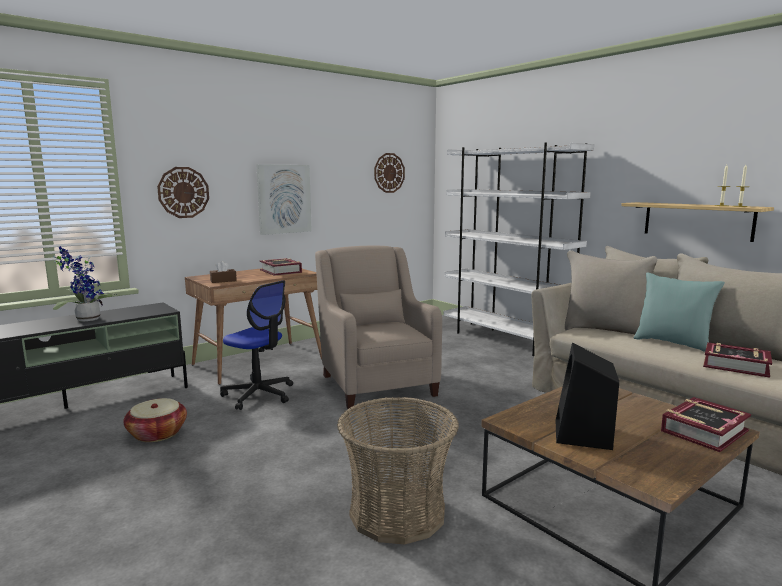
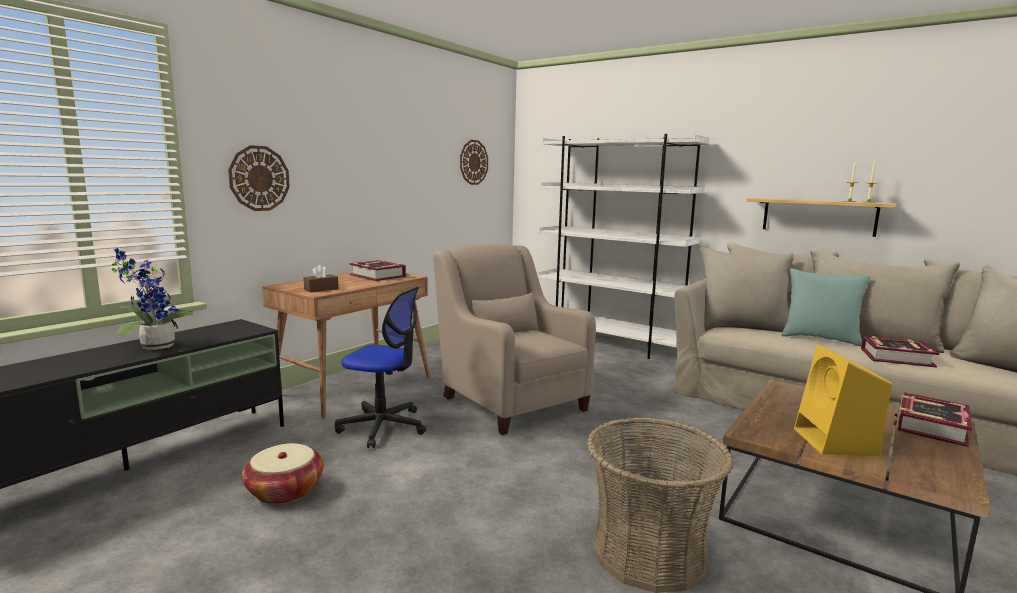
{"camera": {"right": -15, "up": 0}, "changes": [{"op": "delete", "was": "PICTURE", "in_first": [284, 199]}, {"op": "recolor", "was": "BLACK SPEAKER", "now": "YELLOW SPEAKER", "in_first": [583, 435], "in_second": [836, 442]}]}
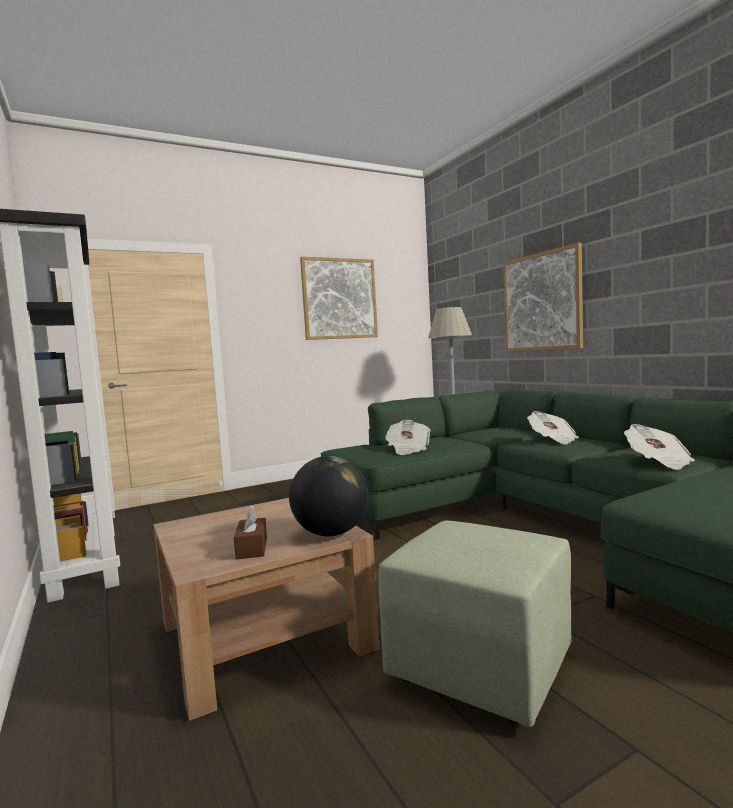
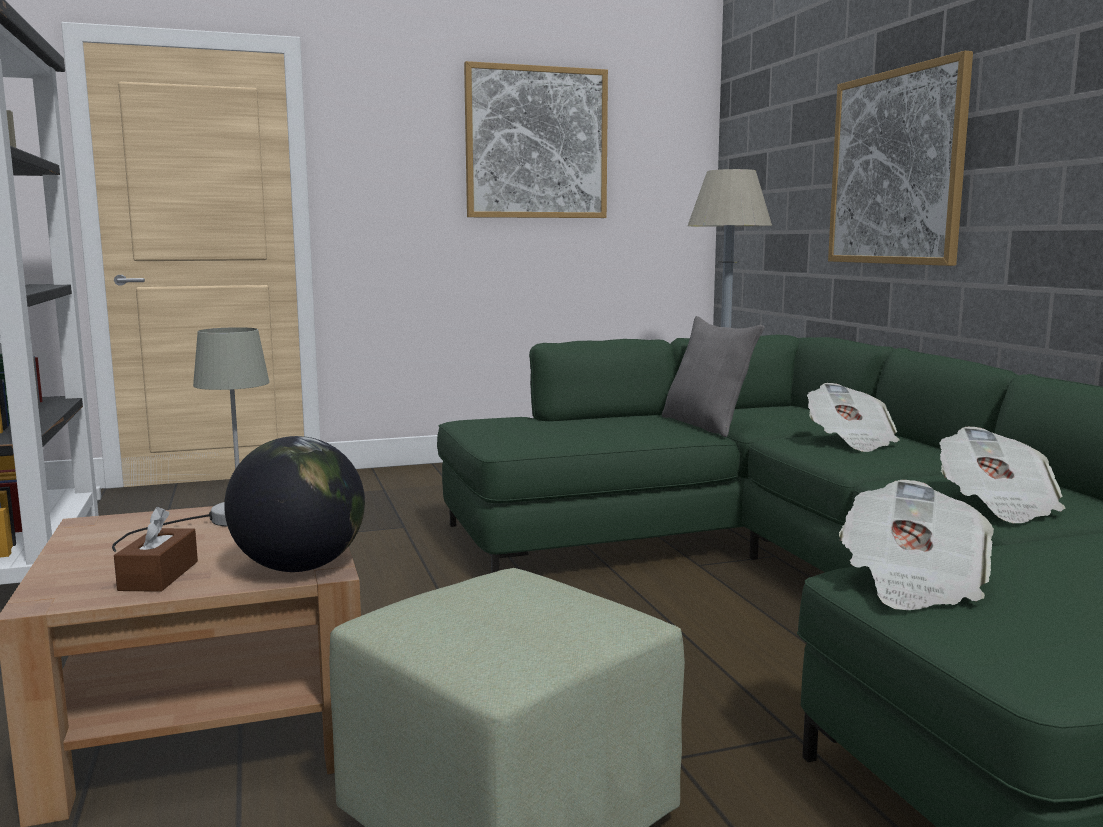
{"camera": {"right": 10, "up": 5}, "changes": [{"op": "move", "was": "NEWSPAPER", "in_first": [408, 450], "in_second": [912, 583]}, {"op": "insert", "now": "GREY PILLOW", "in_second": [707, 425]}, {"op": "insert", "now": "GREY TABLE LAMP", "in_second": [222, 521]}]}
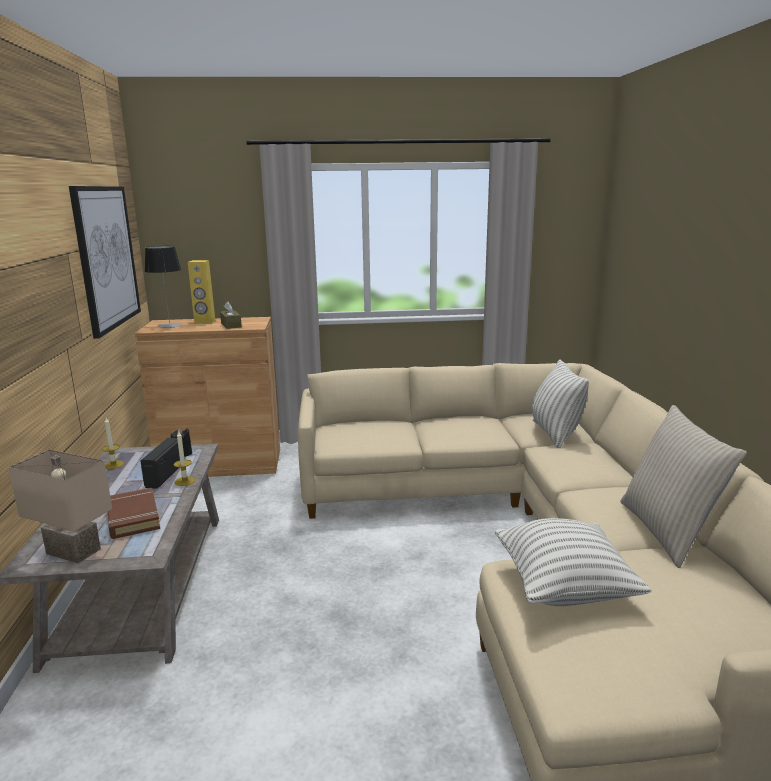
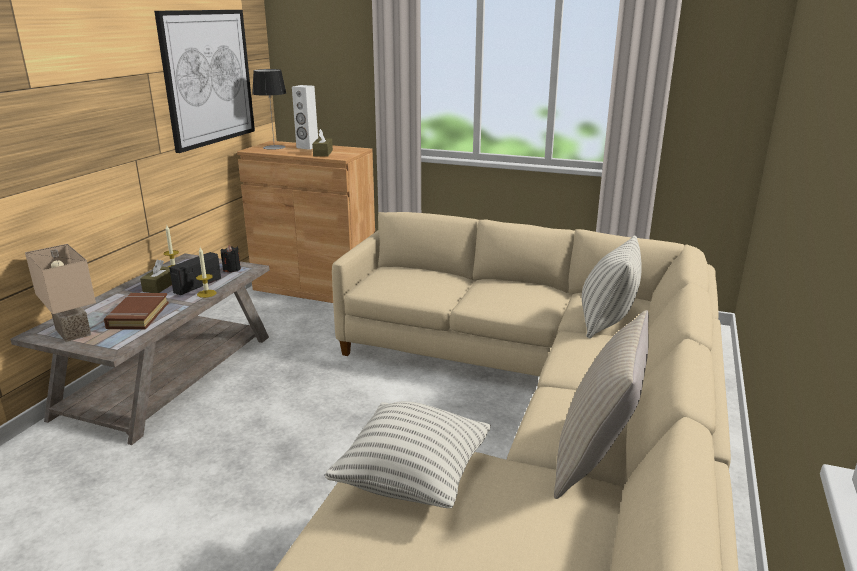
{"camera": {"right": 25, "up": 5}, "changes": [{"op": "recolor", "was": "YELLOW SPEAKER", "now": "WHITE SPEAKER", "in_first": [204, 322], "in_second": [307, 147]}, {"op": "insert", "now": "BROWN TISSUE BOX", "in_second": [160, 286]}]}
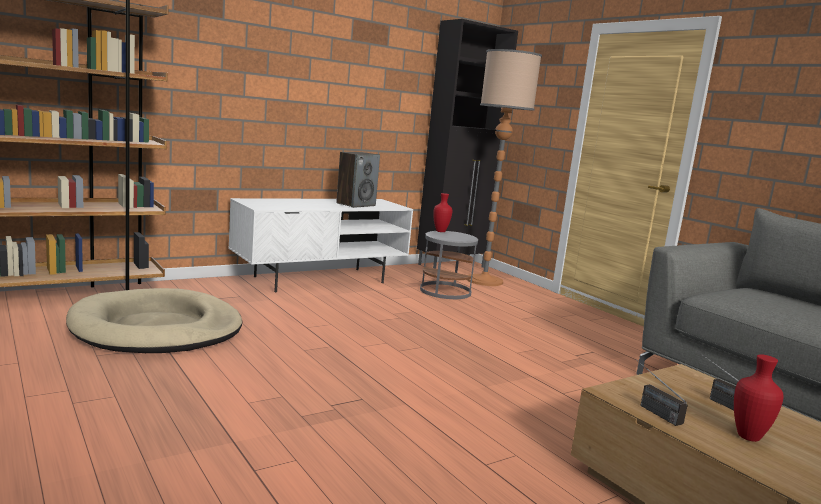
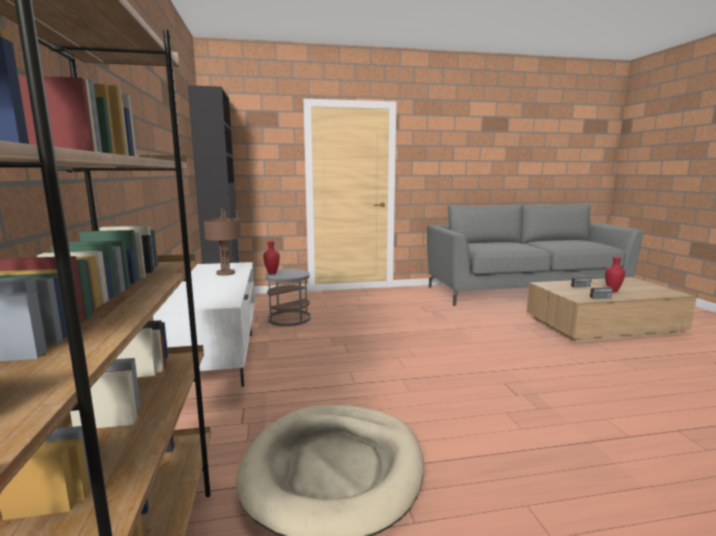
{"camera": {"right": -65, "up": 0}, "changes": [{"op": "delete", "was": "FLOOR LAMP", "in_first": [484, 280]}, {"op": "replace", "was": "SPEAKER", "now": "BROWN TABLE LAMP", "in_first": [356, 204], "in_second": [225, 273]}]}
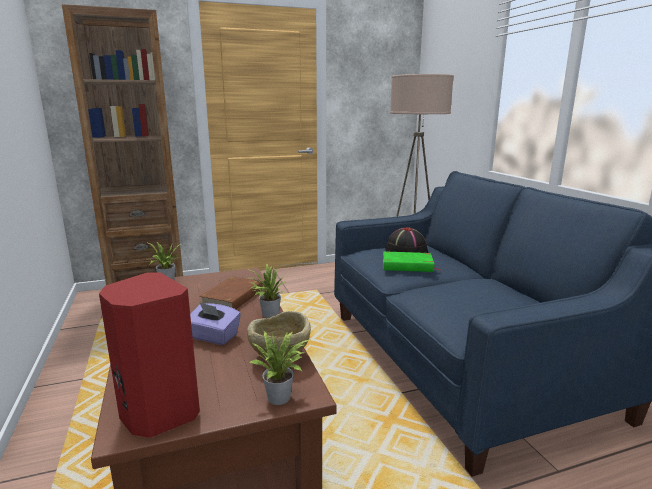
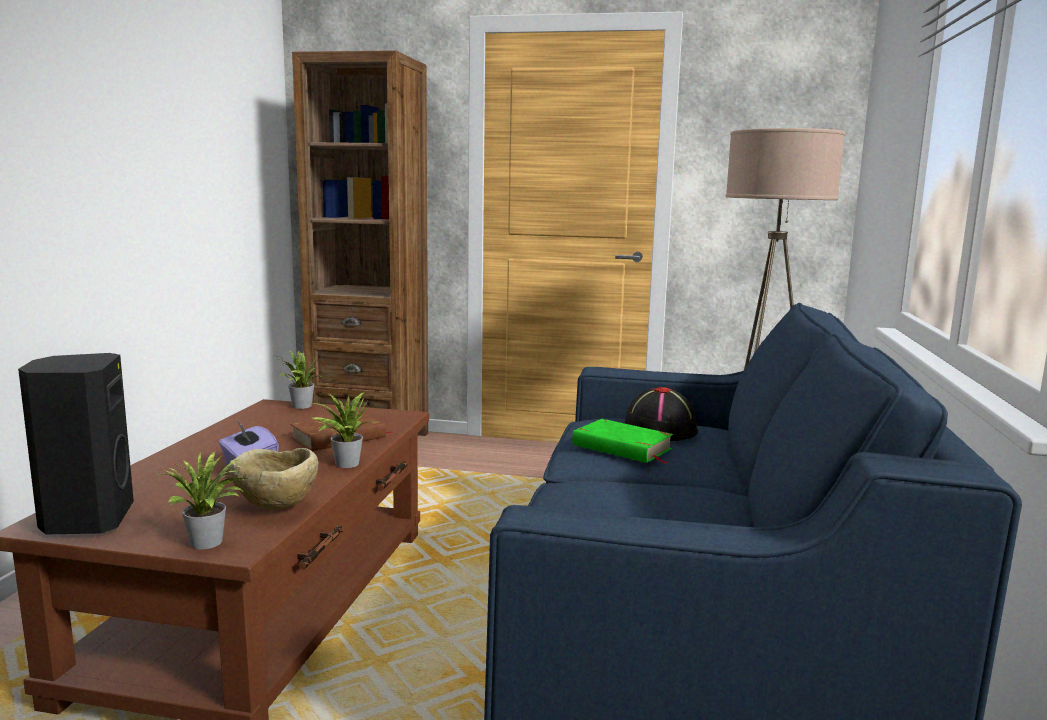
{"camera": {"right": 30, "up": -5}, "changes": [{"op": "recolor", "was": "RED SPEAKER", "now": "BLACK SPEAKER", "in_first": [157, 414], "in_second": [86, 520]}]}
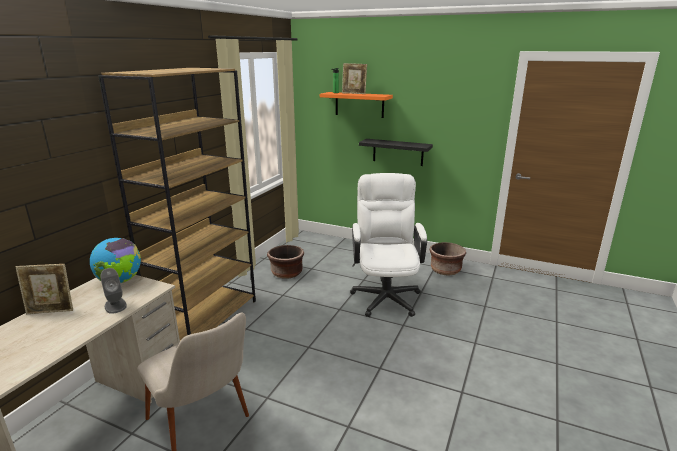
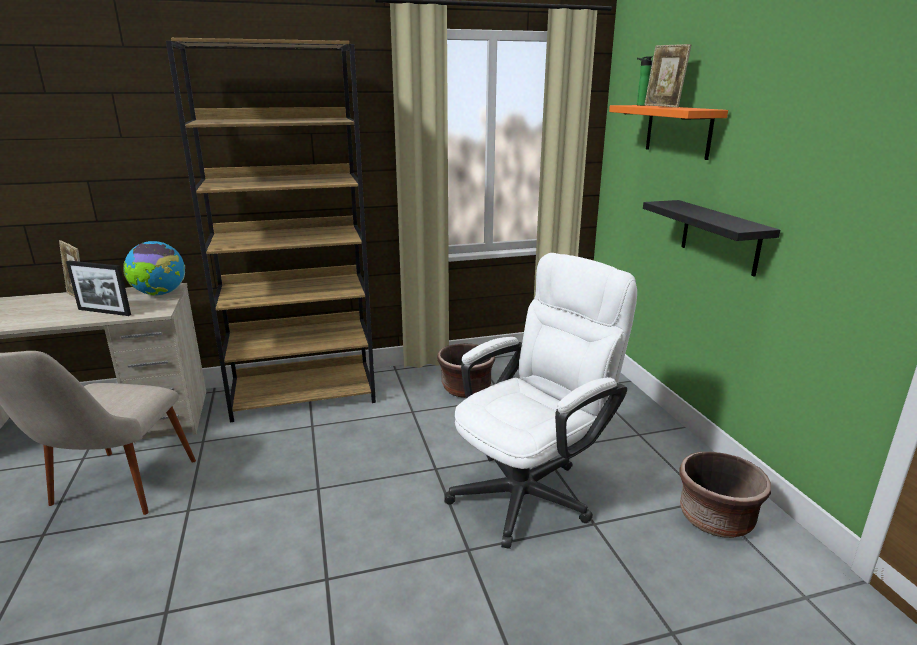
{"camera": {"right": 50, "up": 0}, "changes": [{"op": "replace", "was": "GREY SPEAKER", "now": "PICTURE FRAME", "in_first": [115, 305], "in_second": [104, 312]}]}
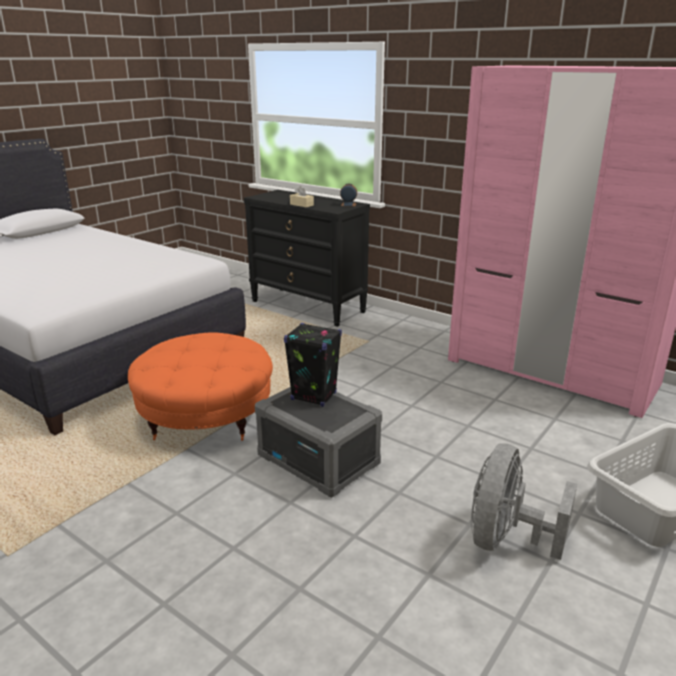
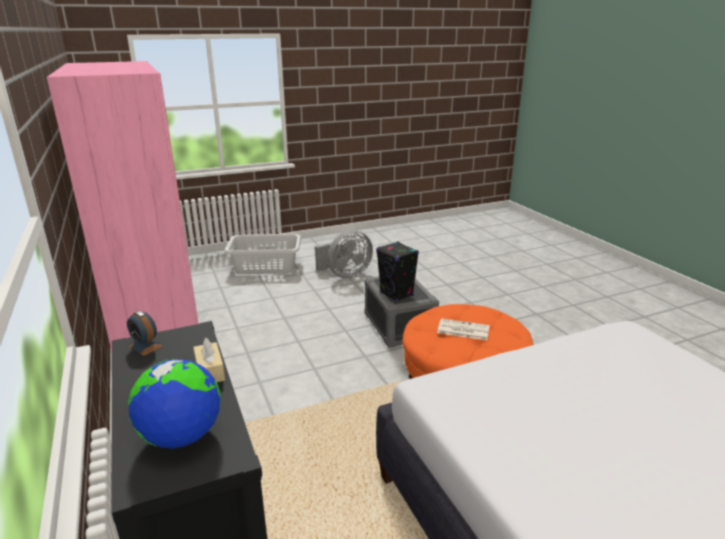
{"camera": {"right": -150, "up": 0}, "changes": [{"op": "insert", "now": "NEWSPAPER", "in_second": [462, 330]}, {"op": "insert", "now": "GLOBE", "in_second": [182, 436]}]}
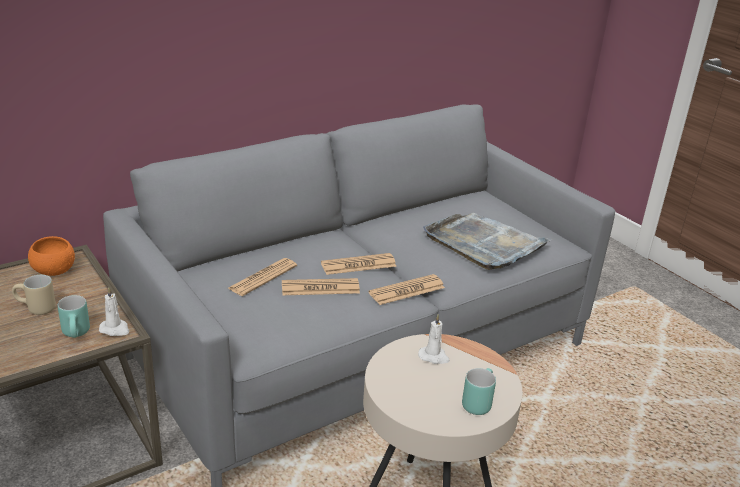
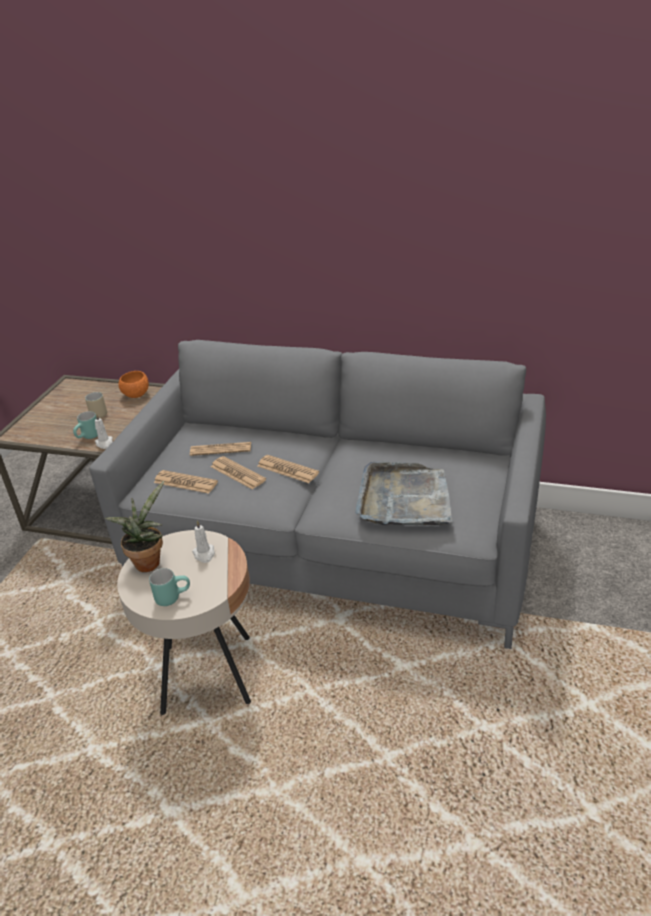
{"camera": {"right": 55, "up": 5}, "changes": [{"op": "move", "was": "NEWSPAPER", "in_first": [407, 290], "in_second": [185, 482]}, {"op": "insert", "now": "POTTED PLANT", "in_second": [148, 561]}]}
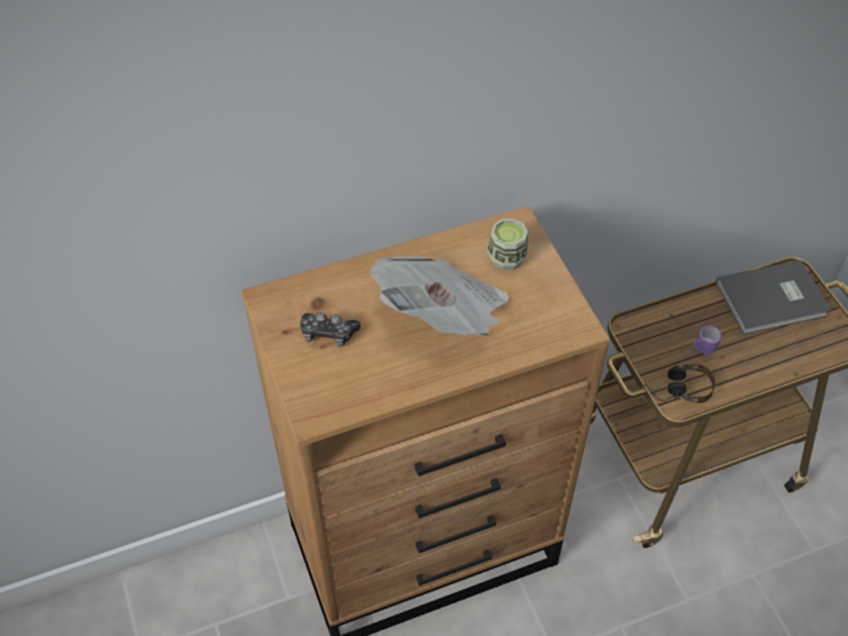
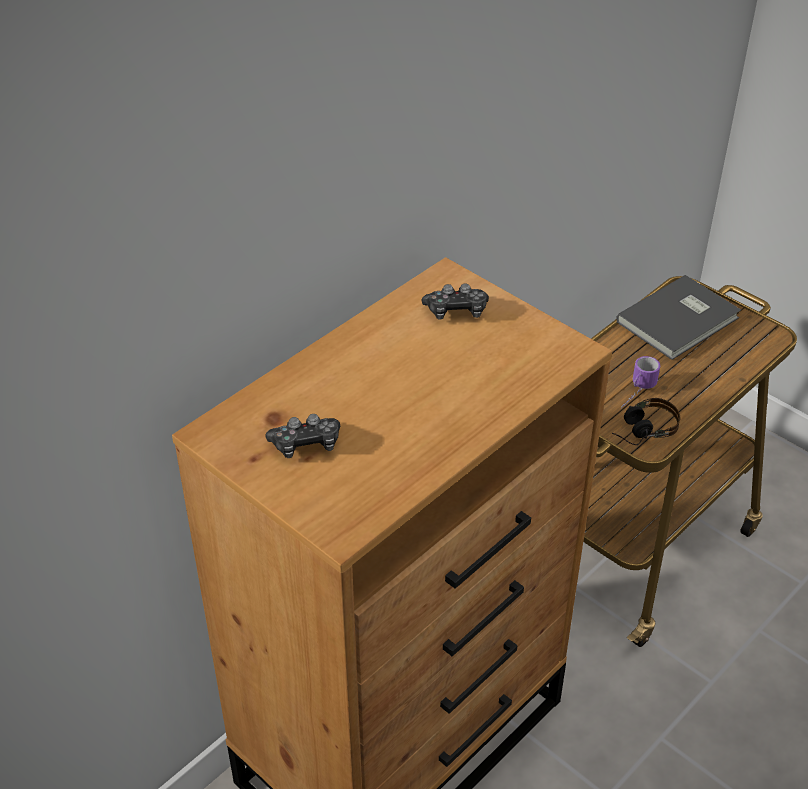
{"camera": {"right": -25, "up": -10}, "changes": [{"op": "replace", "was": "CUP", "now": "GAME CONTROLLER", "in_first": [507, 258], "in_second": [456, 311]}, {"op": "delete", "was": "NEWSPAPER", "in_first": [443, 315]}]}
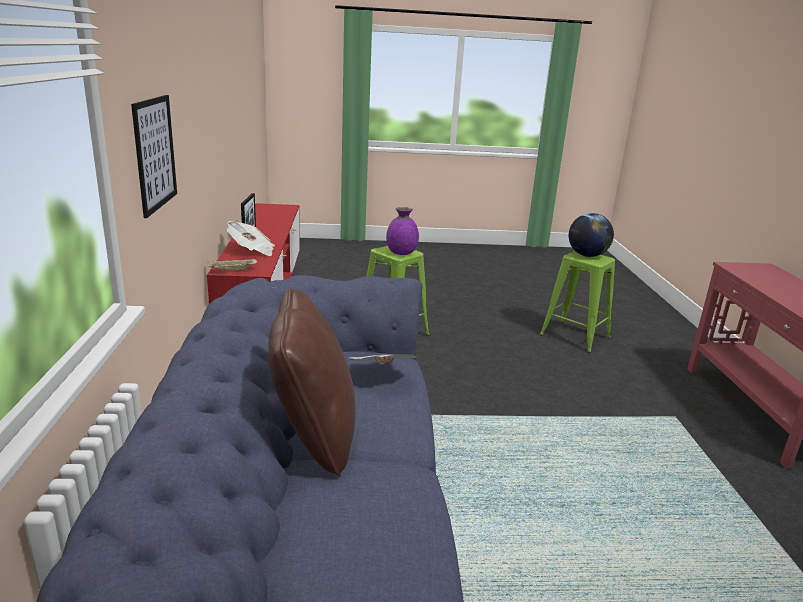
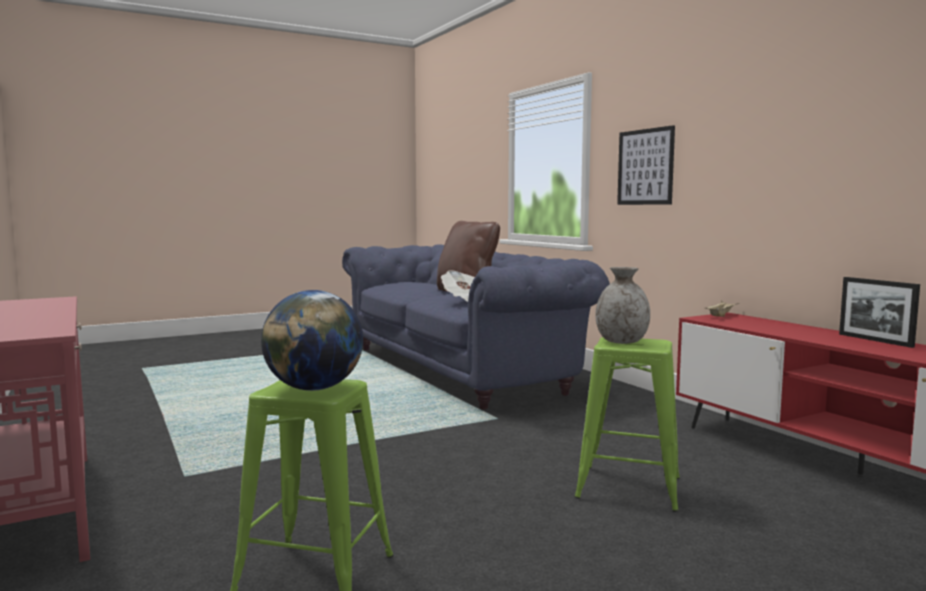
{"camera": {"right": 155, "up": -15}, "changes": [{"op": "recolor", "was": "PURPLE VASE", "now": "GREY VASE", "in_first": [401, 253], "in_second": [621, 341]}, {"op": "delete", "was": "NEWSPAPER", "in_first": [252, 251]}]}
